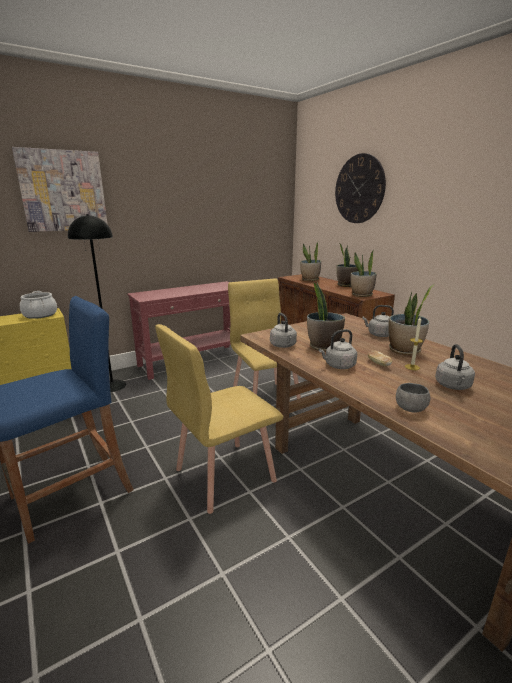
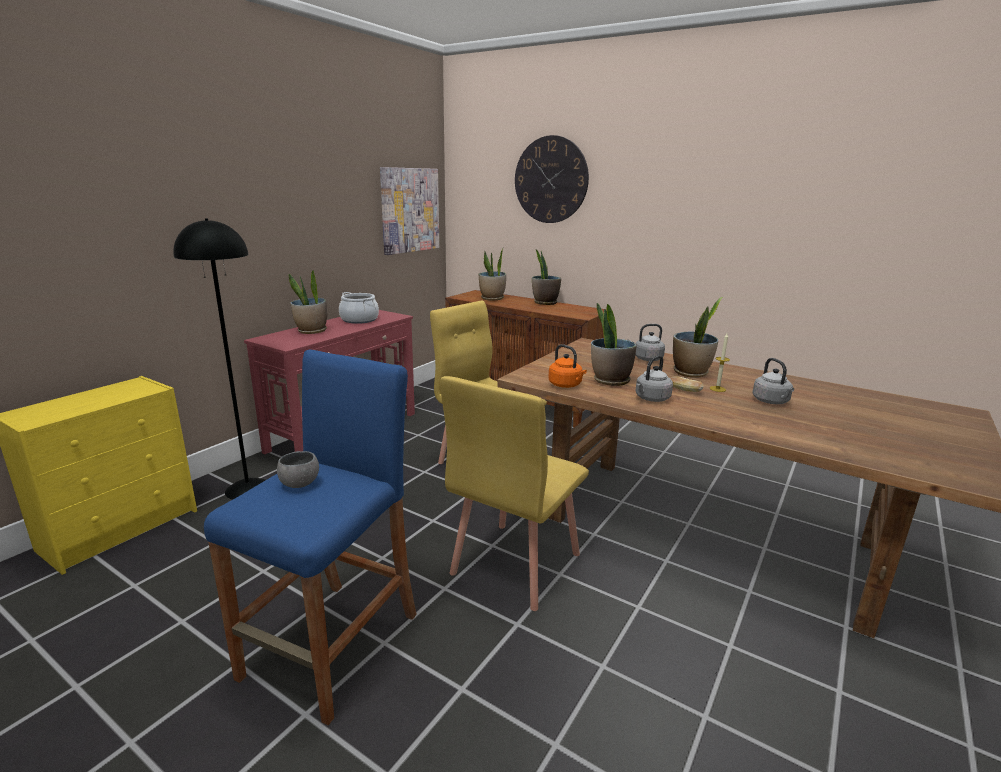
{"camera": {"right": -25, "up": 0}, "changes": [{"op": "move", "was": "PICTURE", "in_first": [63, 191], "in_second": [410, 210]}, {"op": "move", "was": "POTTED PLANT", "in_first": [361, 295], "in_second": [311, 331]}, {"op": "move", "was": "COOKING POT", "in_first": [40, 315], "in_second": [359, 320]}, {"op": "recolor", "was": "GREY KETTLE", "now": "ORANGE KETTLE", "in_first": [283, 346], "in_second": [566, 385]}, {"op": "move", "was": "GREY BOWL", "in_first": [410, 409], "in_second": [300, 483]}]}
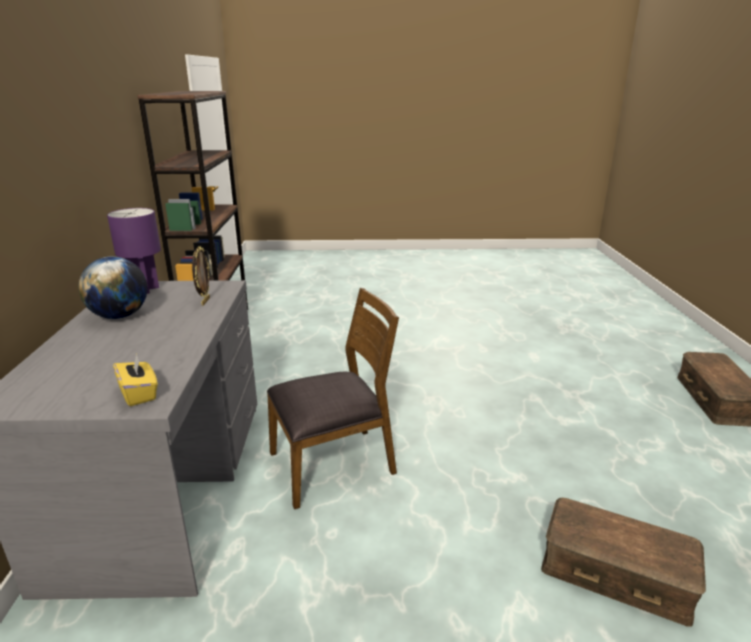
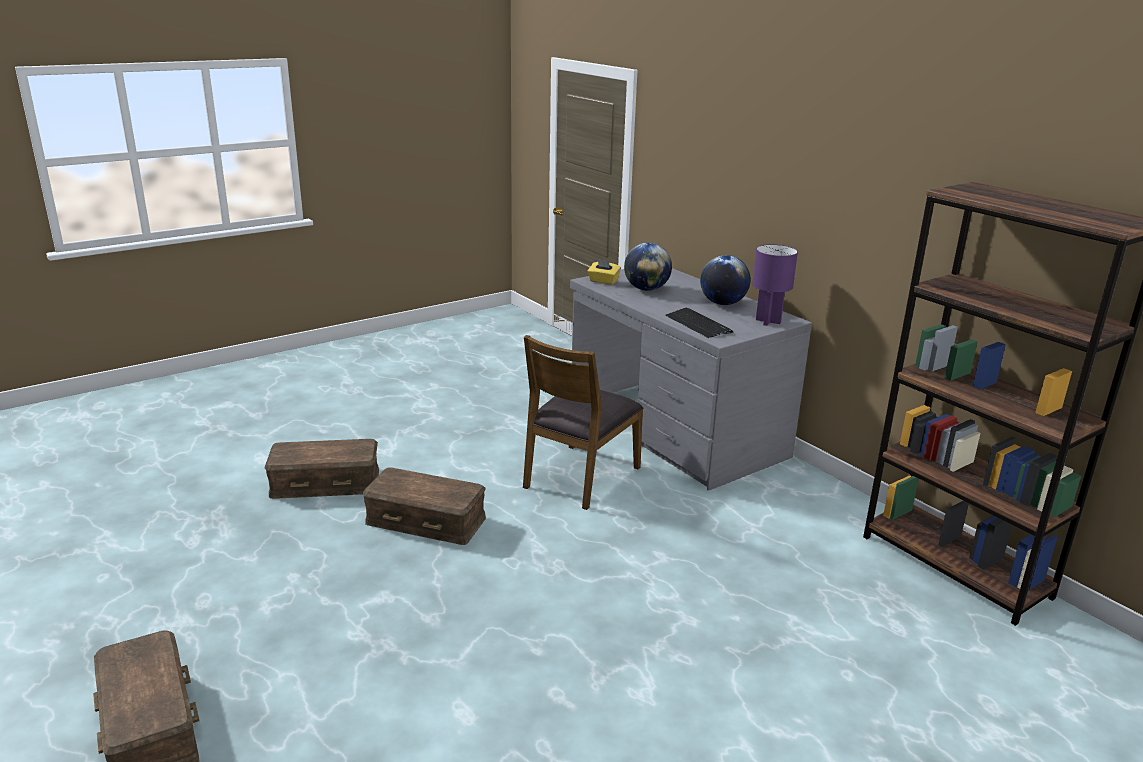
{"camera": {"right": 145, "up": 0}, "changes": [{"op": "replace", "was": "PICTURE FRAME", "now": "KEYBOARD", "in_first": [205, 301], "in_second": [698, 324]}, {"op": "insert", "now": "GLOBE", "in_second": [646, 289]}, {"op": "insert", "now": "BROWN STORAGE BOX", "in_second": [426, 520]}]}
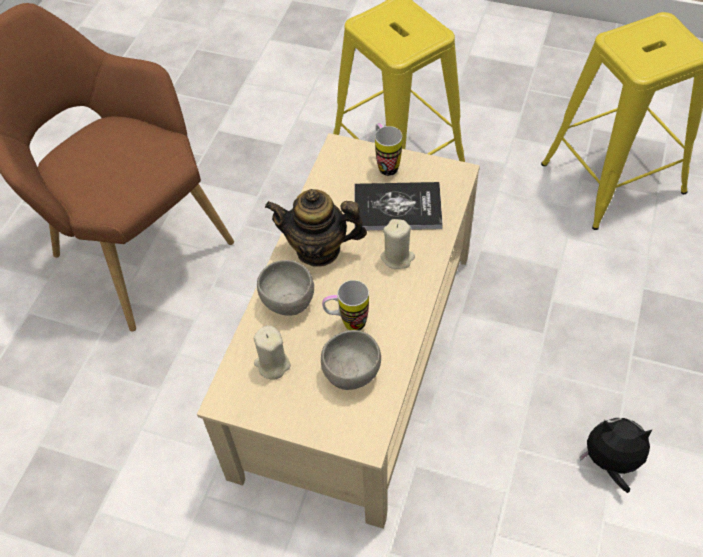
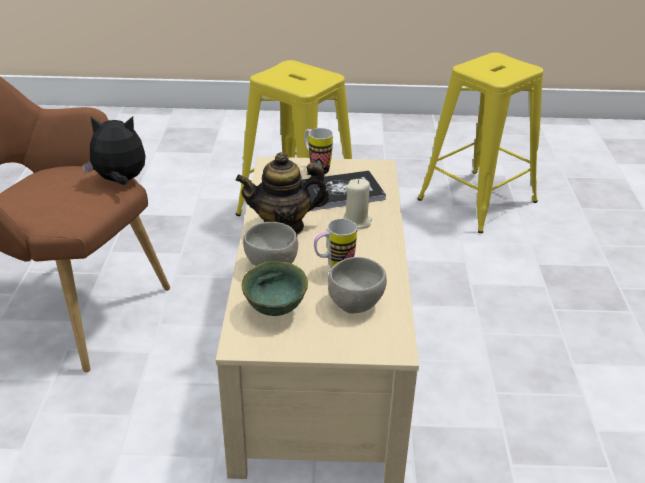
{"camera": {"right": -20, "up": -20}, "changes": [{"op": "replace", "was": "BEIGE CANDLE", "now": "GREEN BOWL", "in_first": [272, 364], "in_second": [277, 309]}, {"op": "move", "was": "PLUSH TOY", "in_first": [610, 463], "in_second": [120, 181]}]}
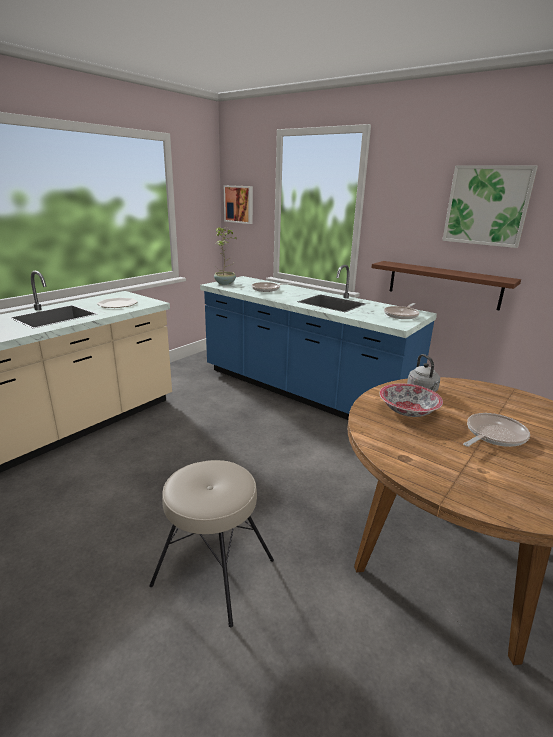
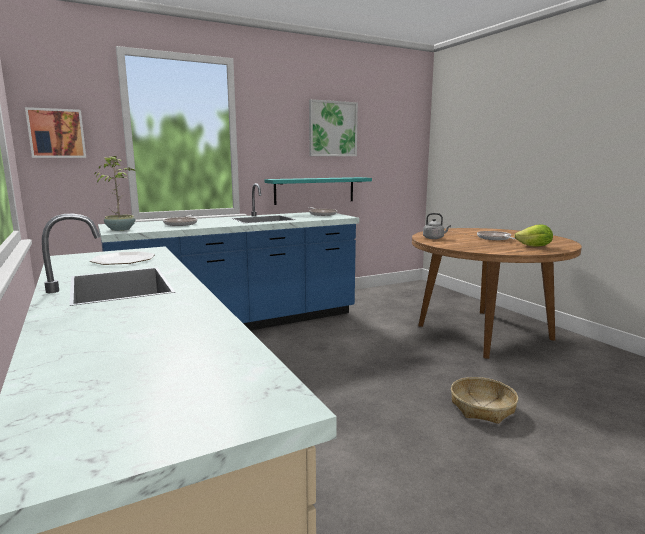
{"camera": {"right": -65, "up": -10}, "changes": [{"op": "recolor", "was": "BROWN SHELF", "now": "TURQUOISE SHELF", "in_first": [443, 284], "in_second": [314, 190]}, {"op": "delete", "was": "BOWL", "in_first": [408, 411]}, {"op": "replace", "was": "BEIGE STOOL", "now": "BASKET", "in_first": [213, 573], "in_second": [482, 408]}, {"op": "insert", "now": "LETTUCE", "in_second": [534, 246]}]}
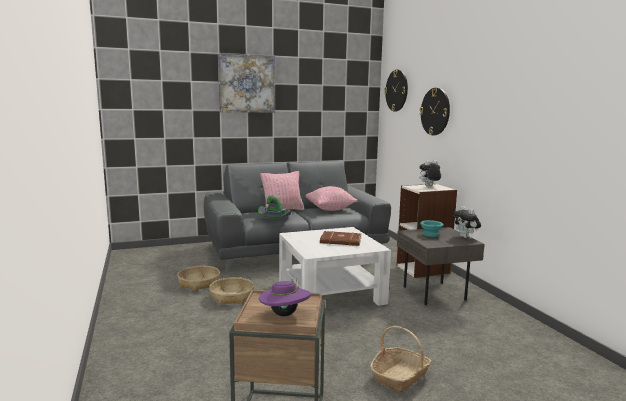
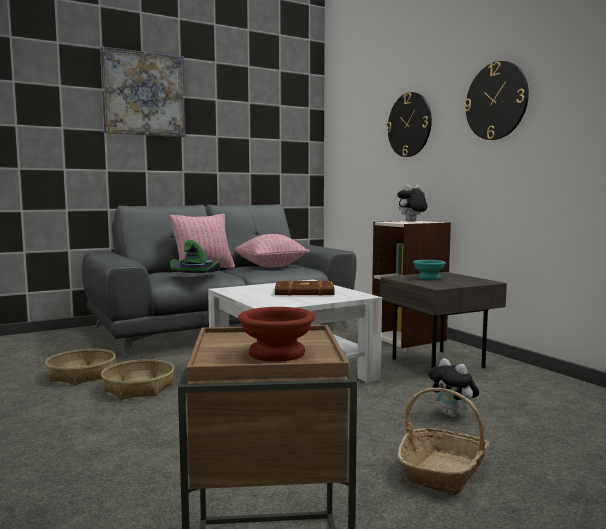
{"camera": {"right": -10, "up": -5}, "changes": [{"op": "move", "was": "WALL CLOCK", "in_first": [396, 90], "in_second": [496, 101]}, {"op": "move", "was": "PLUSH TOY", "in_first": [465, 237], "in_second": [453, 415]}, {"op": "replace", "was": "PURPLE HAT", "now": "BROWN BOWL", "in_first": [284, 314], "in_second": [278, 353]}]}
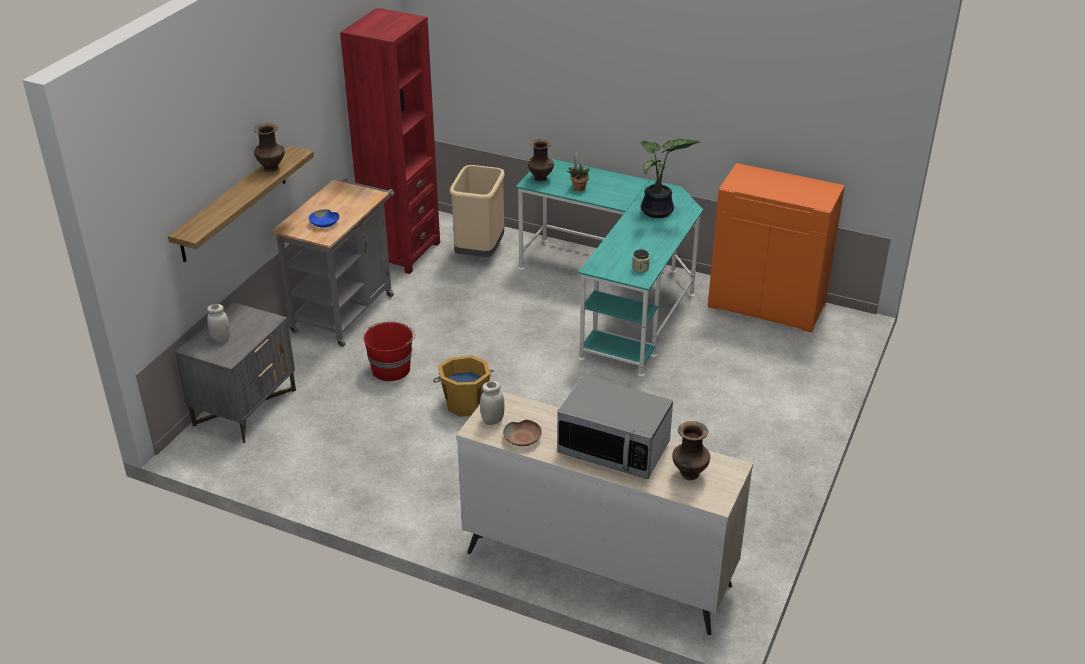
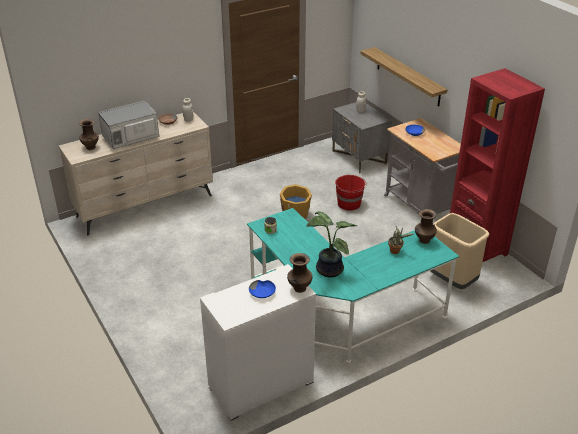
{"camera": {"right": 125, "up": 0}, "changes": [{"op": "move", "was": "BROWN VASE", "in_first": [272, 168], "in_second": [299, 289]}, {"op": "recolor", "was": "ORANGE CABINET", "now": "WHITE CABINET", "in_first": [767, 305], "in_second": [261, 385]}, {"op": "insert", "now": "BLUE BOWL", "in_second": [262, 293]}]}
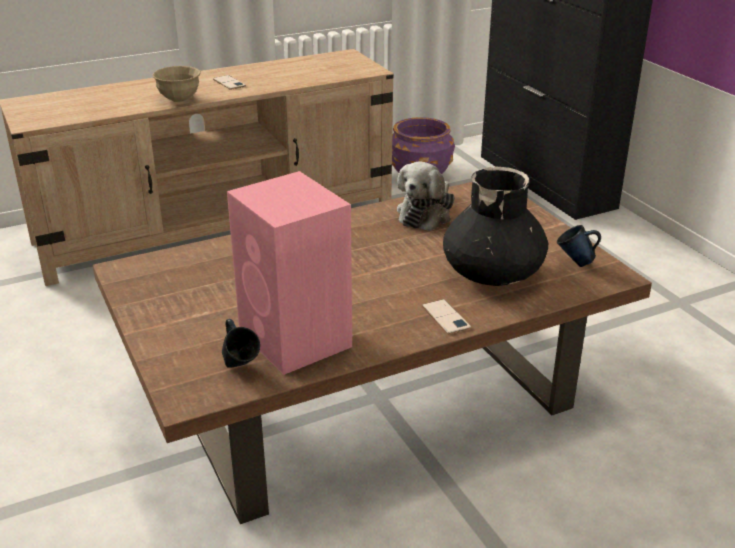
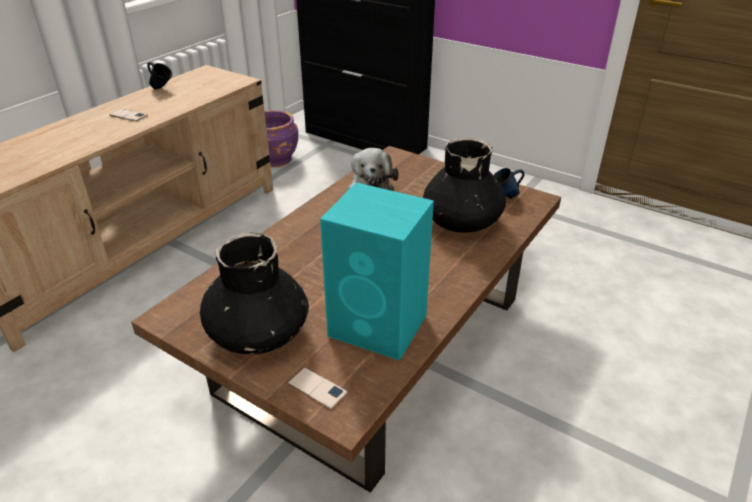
{"camera": {"right": -30, "up": 5}, "changes": [{"op": "delete", "was": "BEIGE BOWL", "in_first": [179, 99]}, {"op": "recolor", "was": "PINK SPEAKER", "now": "TURQUOISE SPEAKER", "in_first": [296, 340], "in_second": [380, 326]}, {"op": "move", "was": "PHONE", "in_first": [446, 317], "in_second": [317, 388]}, {"op": "move", "was": "BLUE MUG", "in_first": [240, 369], "in_second": [162, 89]}, {"op": "insert", "now": "BLACK VASE", "in_second": [258, 334]}]}
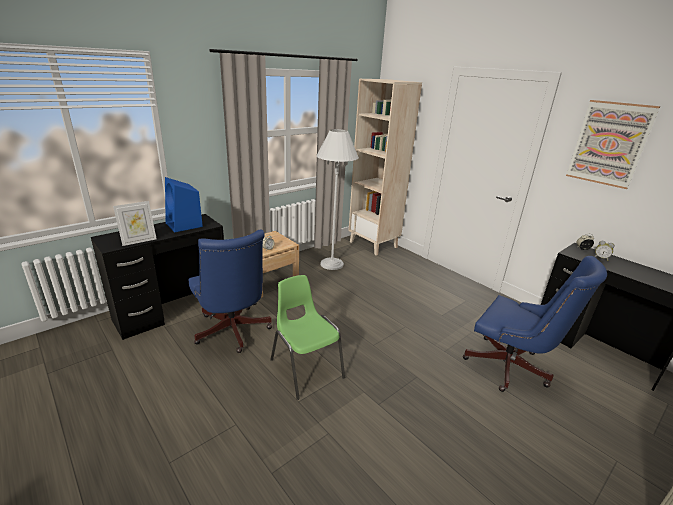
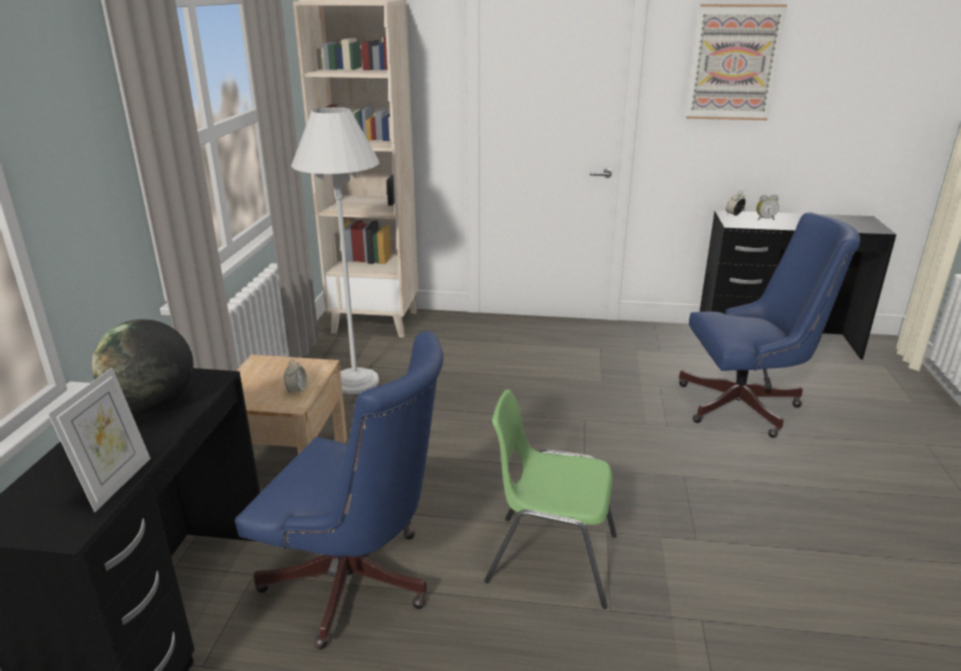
{"camera": {"right": -40, "up": 0}, "changes": [{"op": "replace", "was": "BLUE SPEAKER", "now": "GLOBE", "in_first": [184, 225], "in_second": [153, 404]}]}
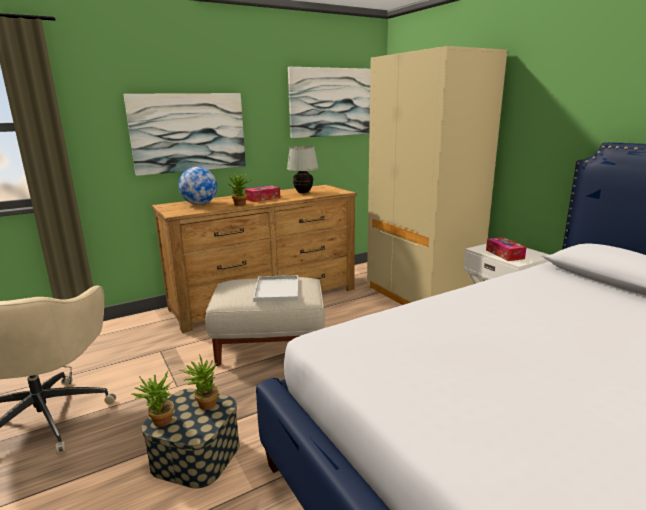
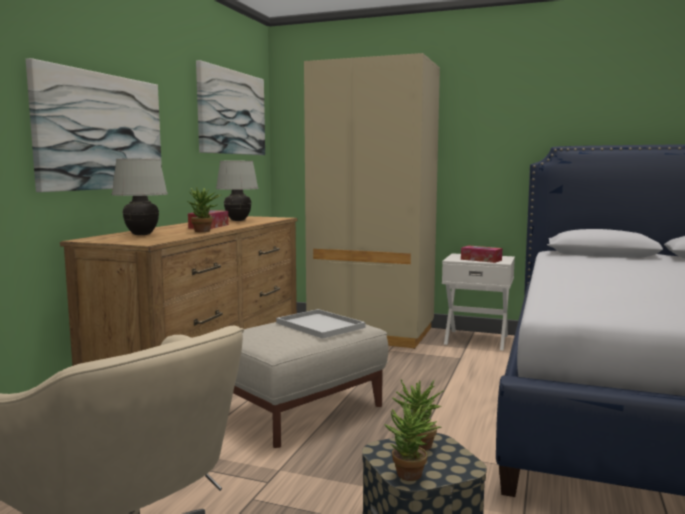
{"camera": {"right": -40, "up": -10}, "changes": [{"op": "replace", "was": "GLOBE", "now": "WHITE TABLE LAMP", "in_first": [199, 204], "in_second": [141, 235]}]}
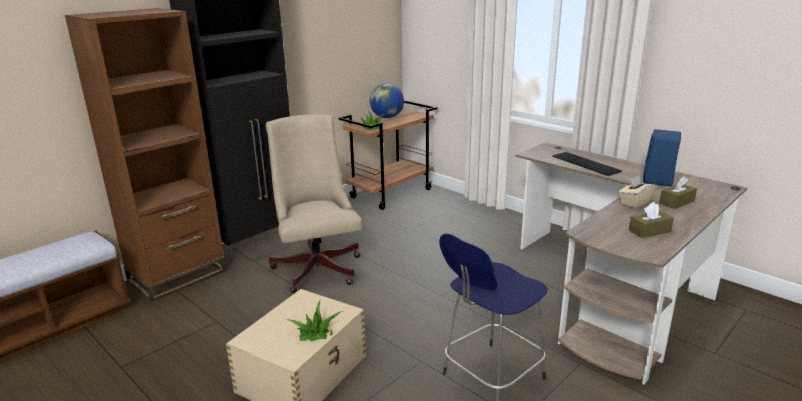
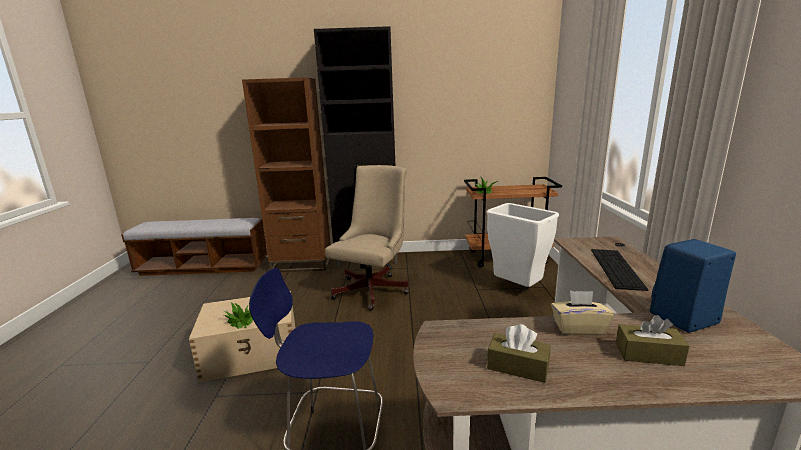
{"camera": {"right": 45, "up": -5}, "changes": [{"op": "delete", "was": "GLOBE", "in_first": [387, 117]}, {"op": "insert", "now": "WHITE TRASH CAN", "in_second": [517, 289]}]}
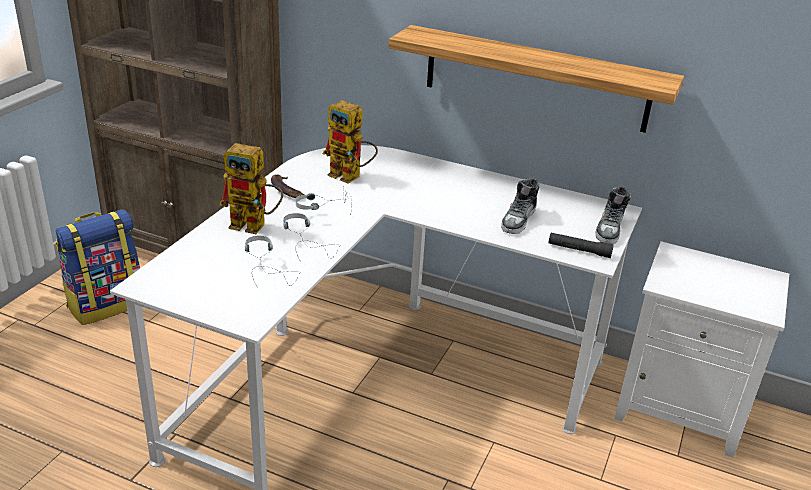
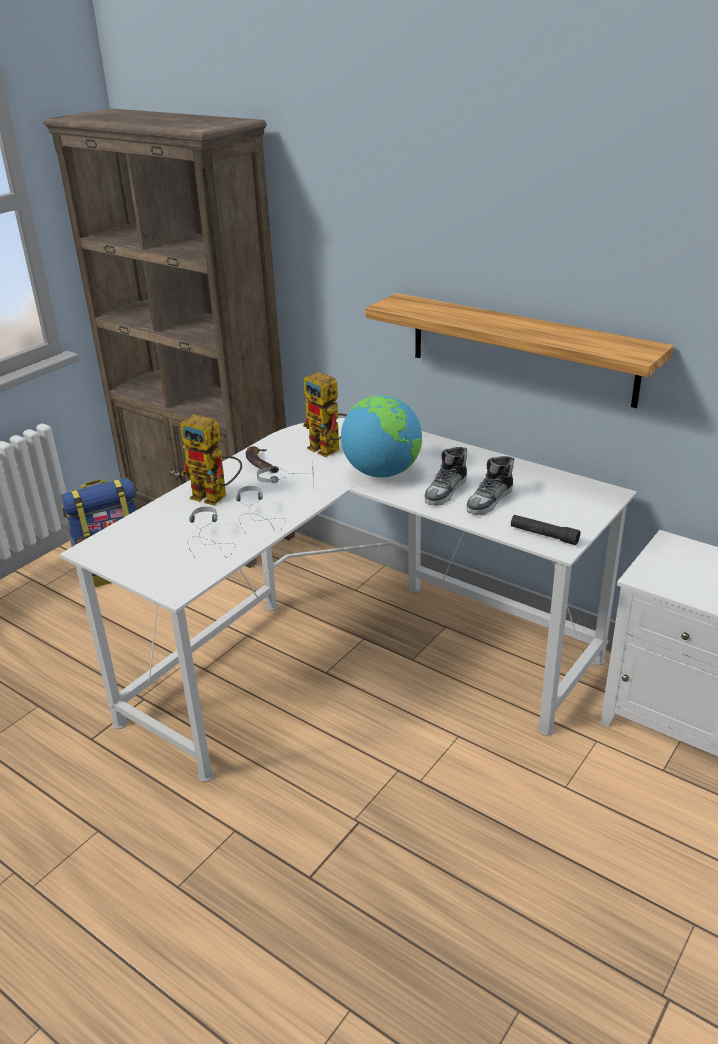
{"camera": {"right": 15, "up": 0}, "changes": [{"op": "move", "was": "SHOE", "in_first": [610, 229], "in_second": [446, 491]}, {"op": "insert", "now": "GLOBE", "in_second": [382, 472]}]}
